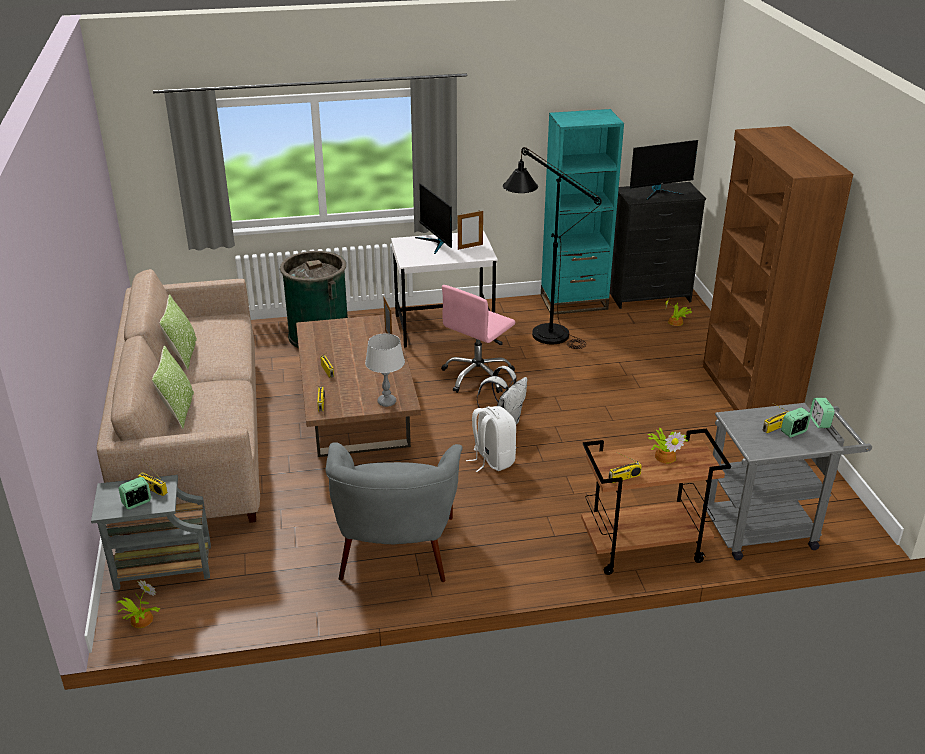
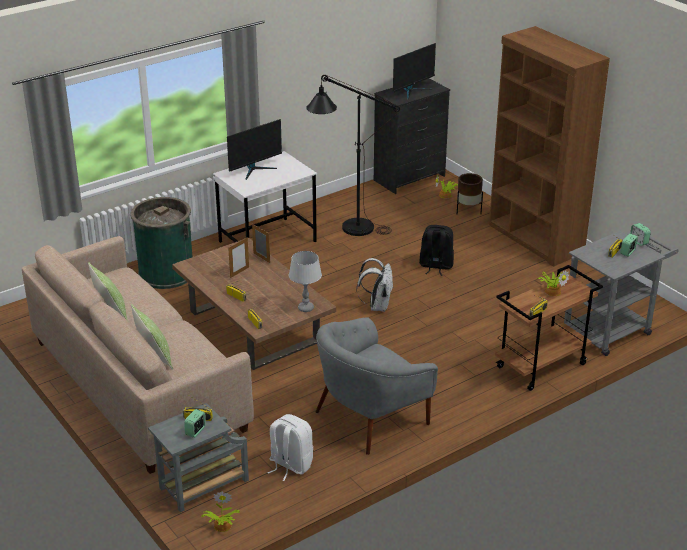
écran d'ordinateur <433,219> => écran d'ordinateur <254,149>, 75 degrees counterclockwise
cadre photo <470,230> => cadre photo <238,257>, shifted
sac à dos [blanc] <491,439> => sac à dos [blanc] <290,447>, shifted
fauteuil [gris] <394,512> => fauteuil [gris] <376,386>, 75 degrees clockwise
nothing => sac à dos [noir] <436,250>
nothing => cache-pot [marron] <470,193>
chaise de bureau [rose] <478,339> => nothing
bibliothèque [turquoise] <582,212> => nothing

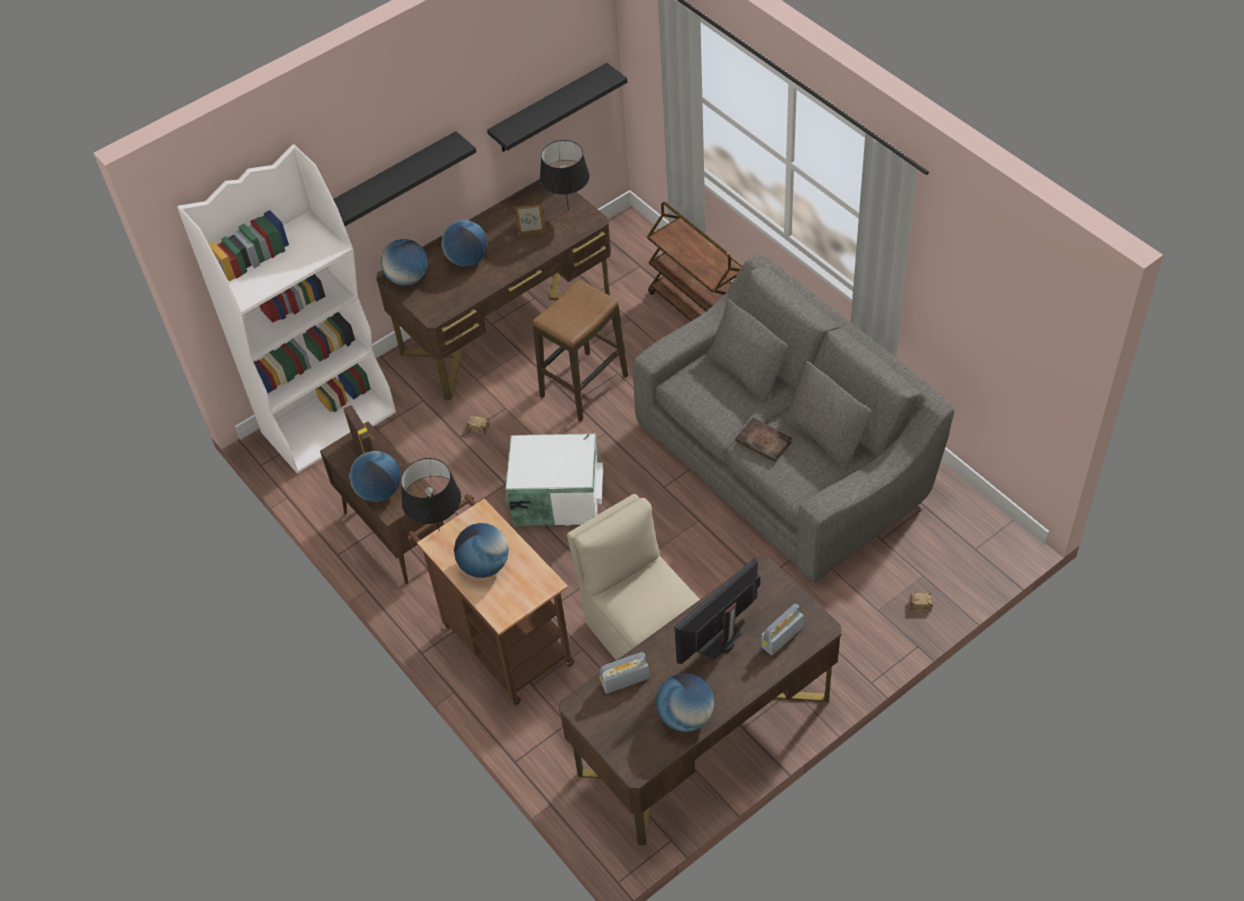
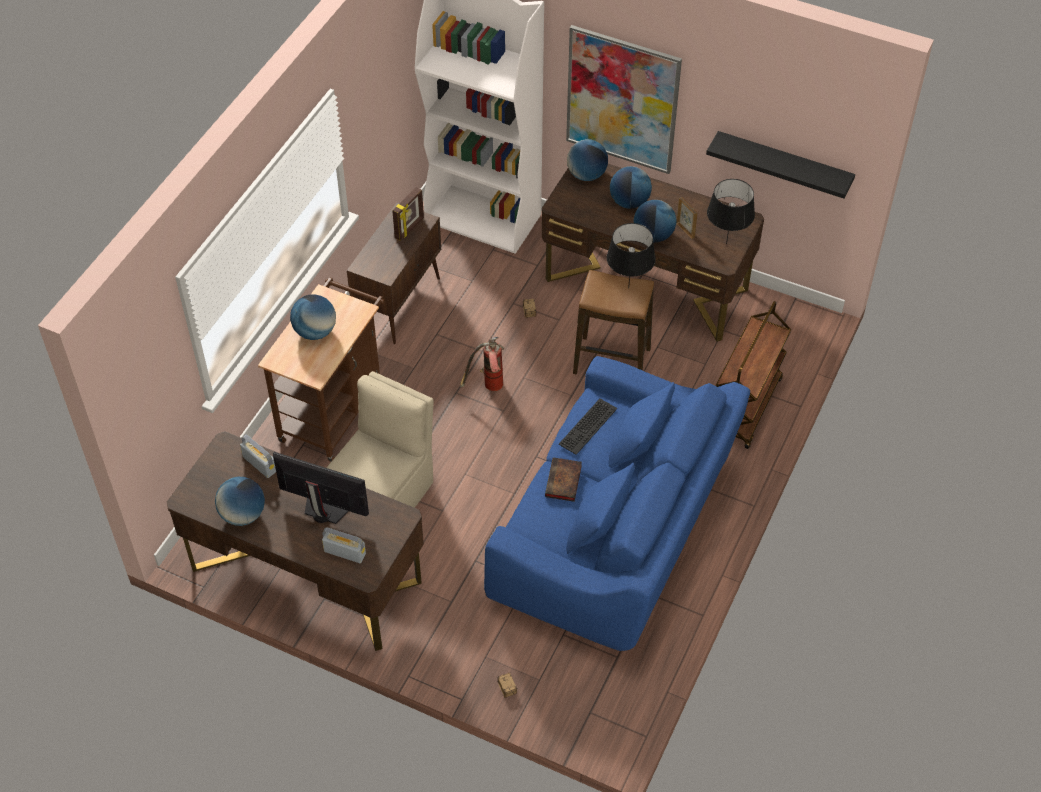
boîte de rangement [blanc] <554,480> => extincteur <482,364>
canapé [gris] <793,418> => canapé [bleu] <617,503>
nothing => clavier <588,427>
étagère [noir] <404,178> => tableau <624,99>
lampe de table [noir] <431,494> => lampe de table [noir] <631,255>, shifted
globe <375,476> => globe <655,221>, shifted

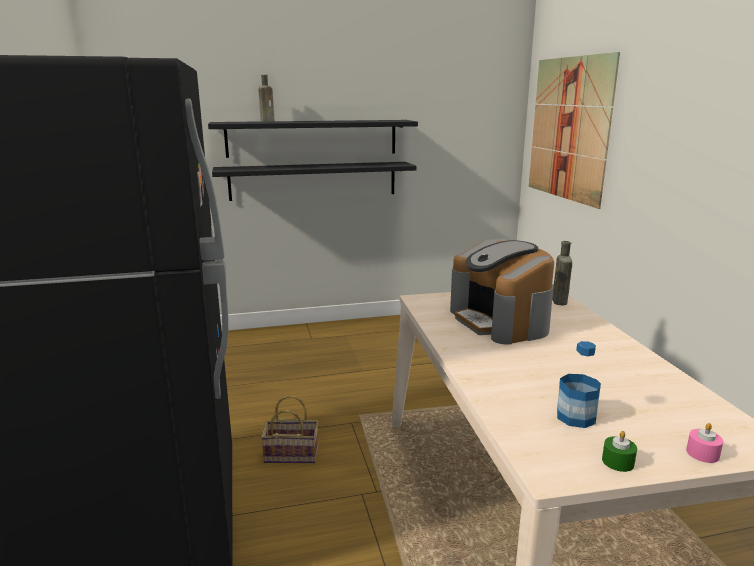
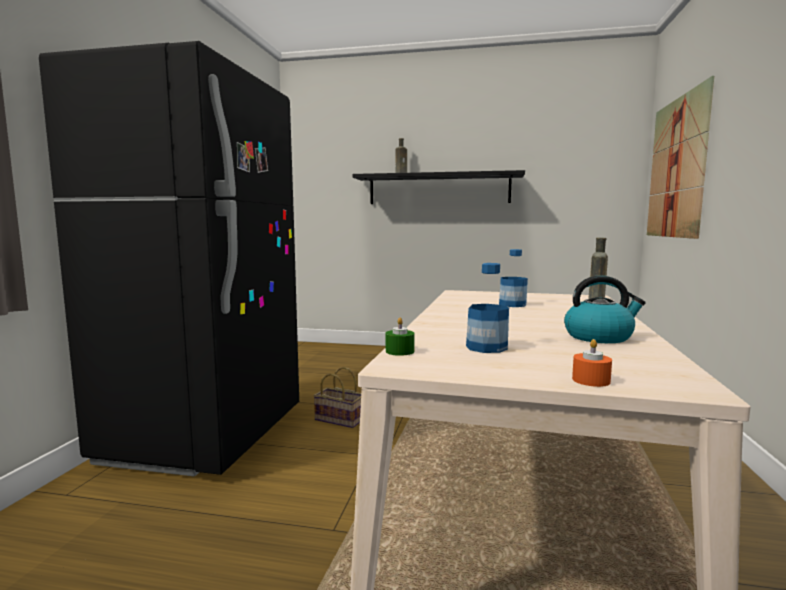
bougie [vert] <619,451> => bougie [vert] <400,337>, shifted
machine à café <502,291> => bouteille <513,278>
nothing => bouilloire <605,309>
bougie [rose] <704,443> => bougie [orange] <592,363>
étagère [noir] <314,181> => nothing

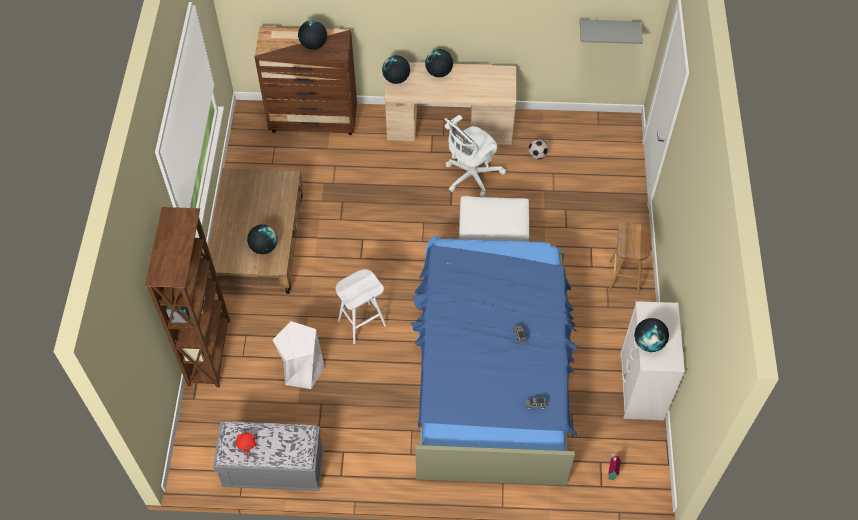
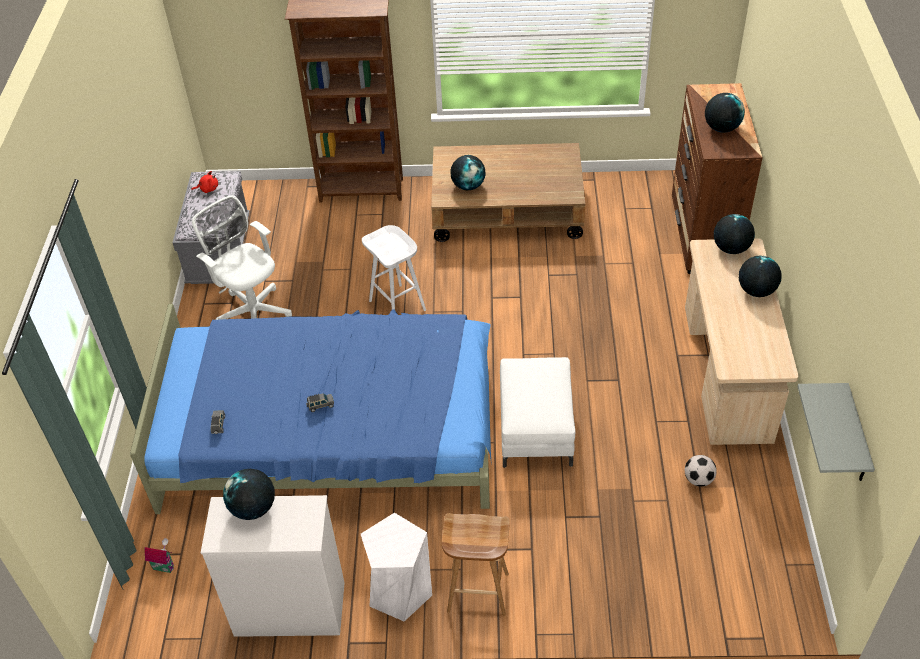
chaise de bureau [blanc] <475,156> => chaise de bureau [blanc] <242,257>, shifted
tabouret [blanc] <299,355> => tabouret [blanc] <396,567>, shifted

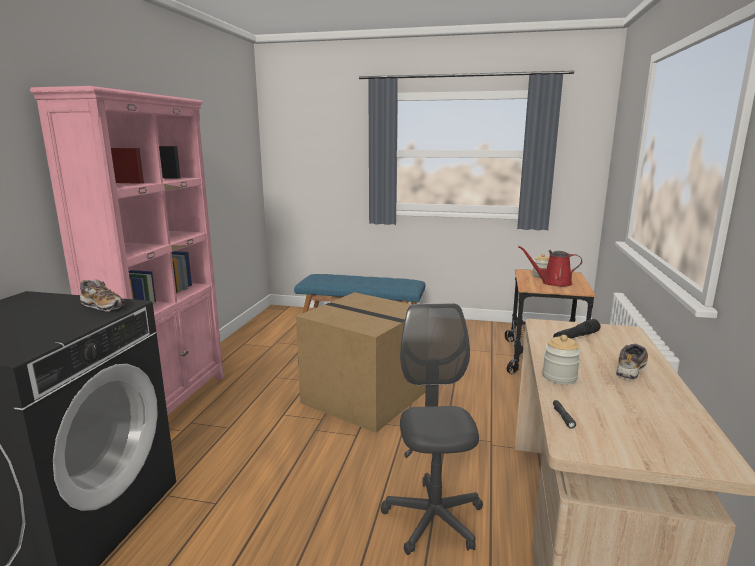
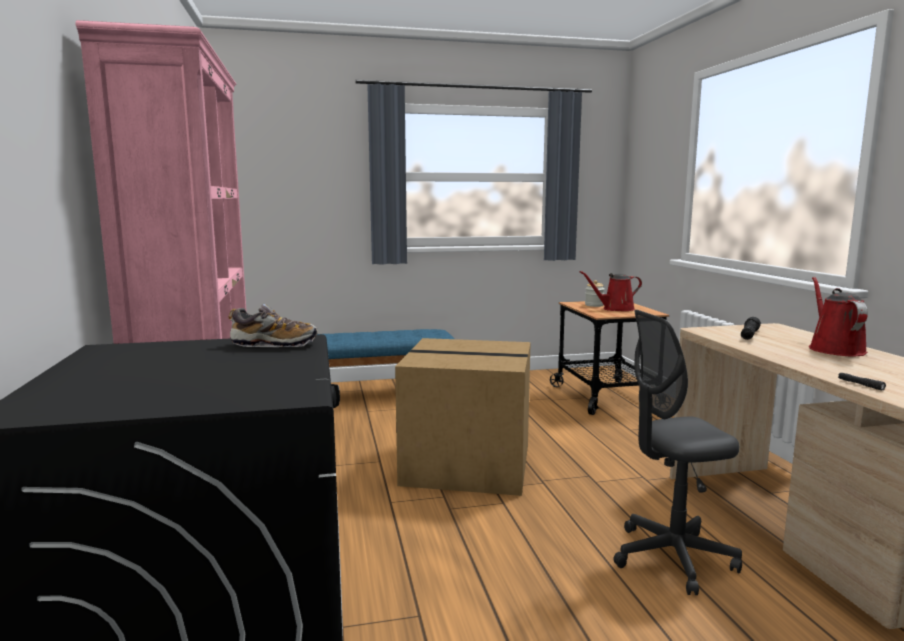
chaise de bureau [gris] <432,429> => chaise de bureau [gris] <677,452>, 75 degrees counterclockwise
chaussure <632,362> => arrosoir [rouge] <838,317>
bocal <561,359> => nothing

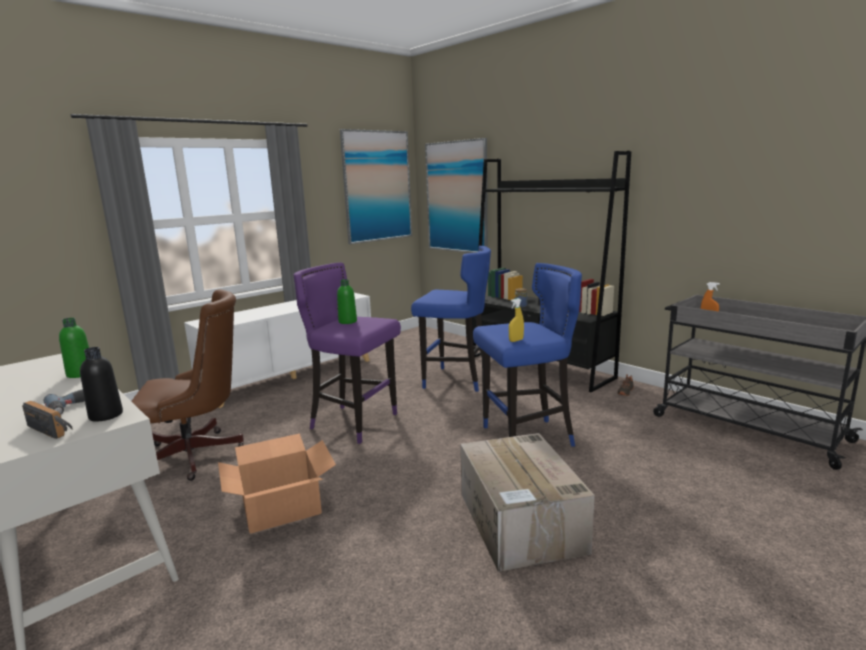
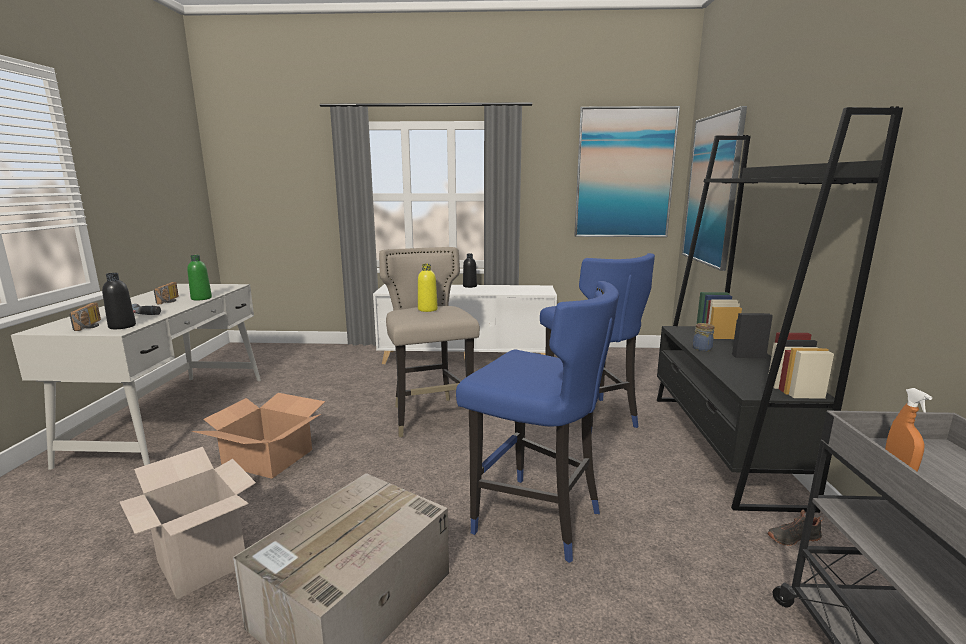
nothing => carton <188,523>
nothing => radio <166,293>
tabouret [violet] <347,353> => tabouret [beige] <429,342>
bouteille [vert] <347,301> => bouteille [jaune] <428,288>
nothing => bouteille [noir] <470,271>
chaise de bureau [marron] <187,385> => nothing
vaporisateur [jaune] <516,320> => nothing

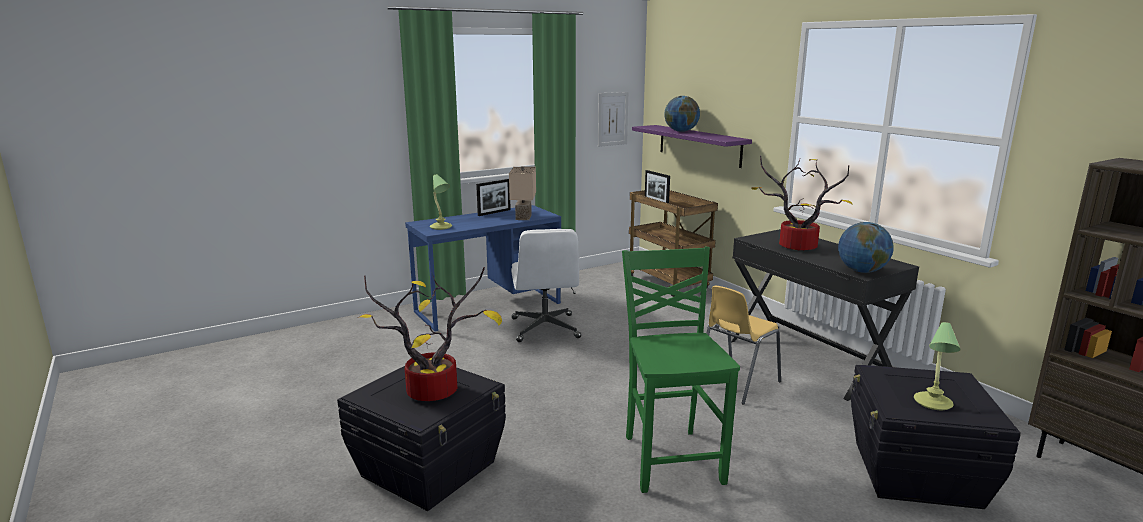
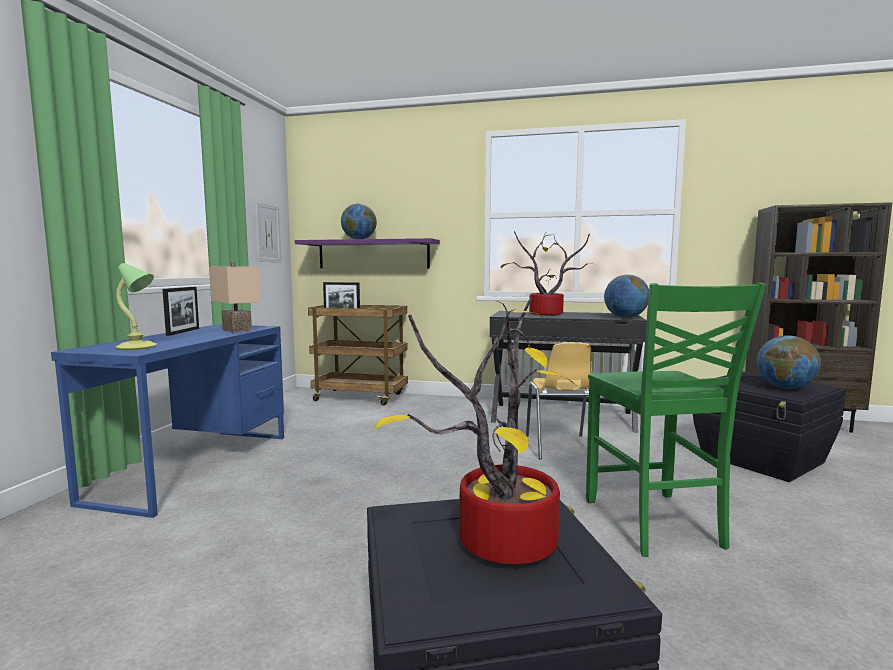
chaise [vert] <681,370> => chaise [vert] <676,419>, 135 degrees counterclockwise
lampe de table <937,366> => globe <789,362>
chaise de bureau [blanc] <546,285> => nothing

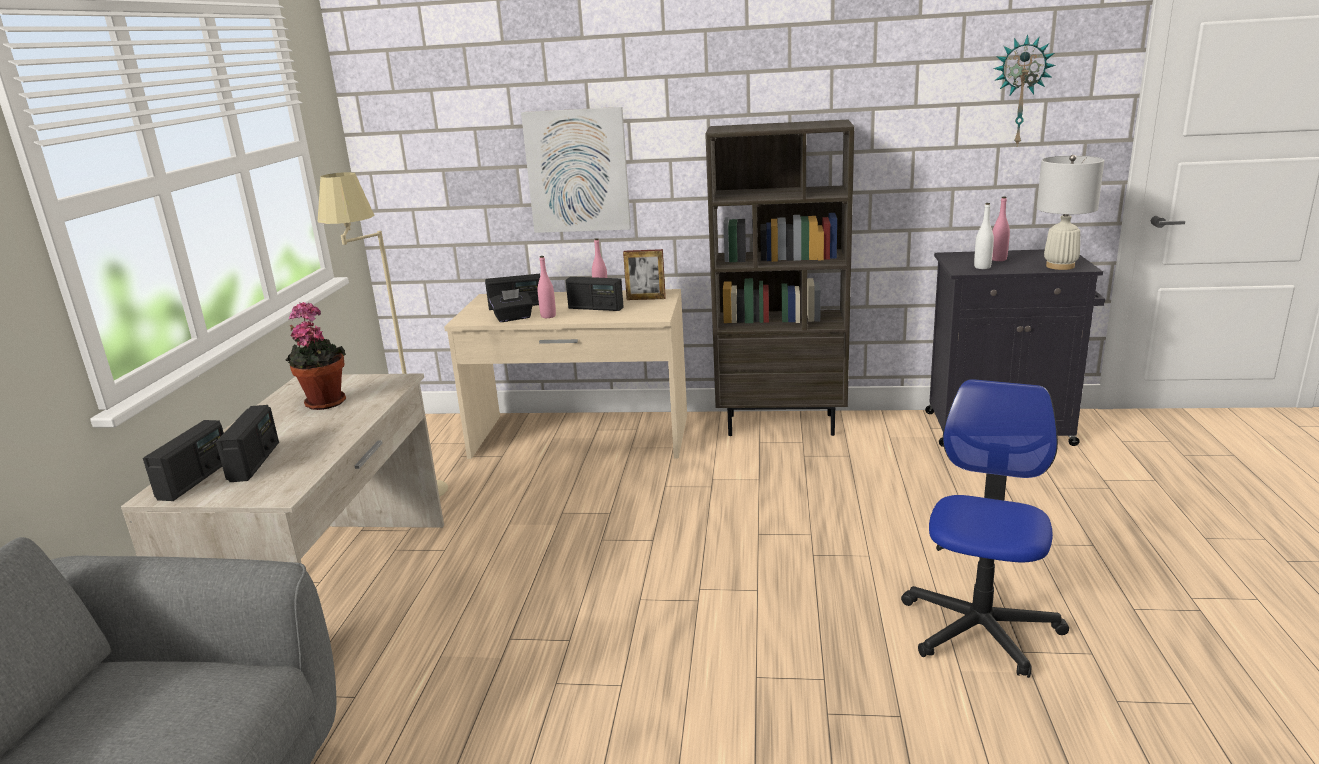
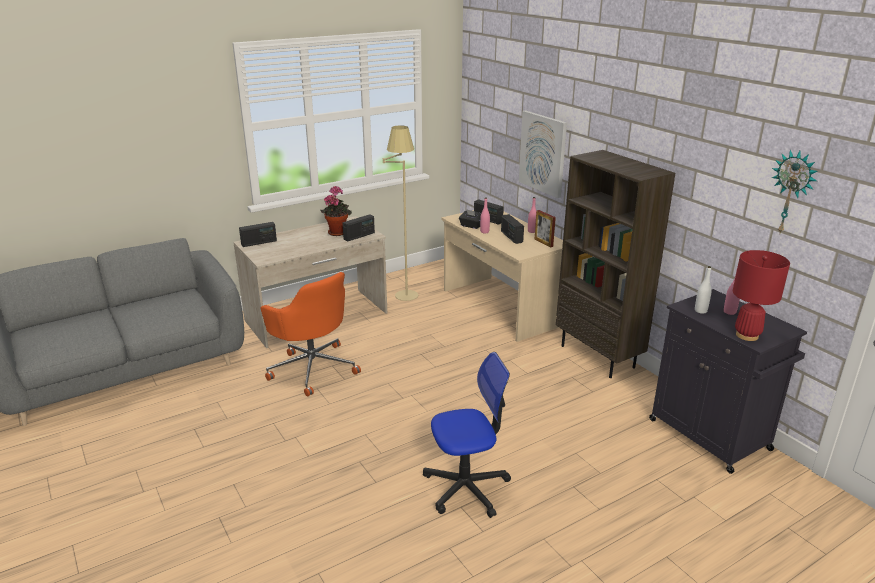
nothing => chaise de bureau [orange] <310,334>
radio <247,443> => radio <358,227>, shifted
lampe de table [blanc] <1070,212> => lampe de table [rouge] <761,295>

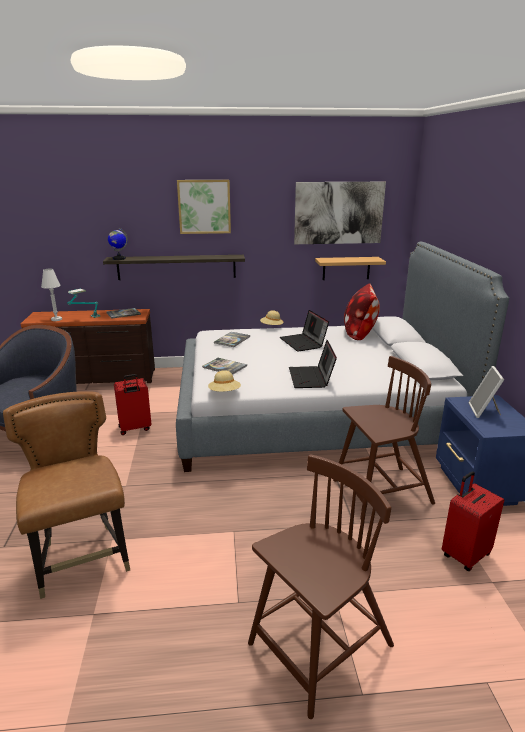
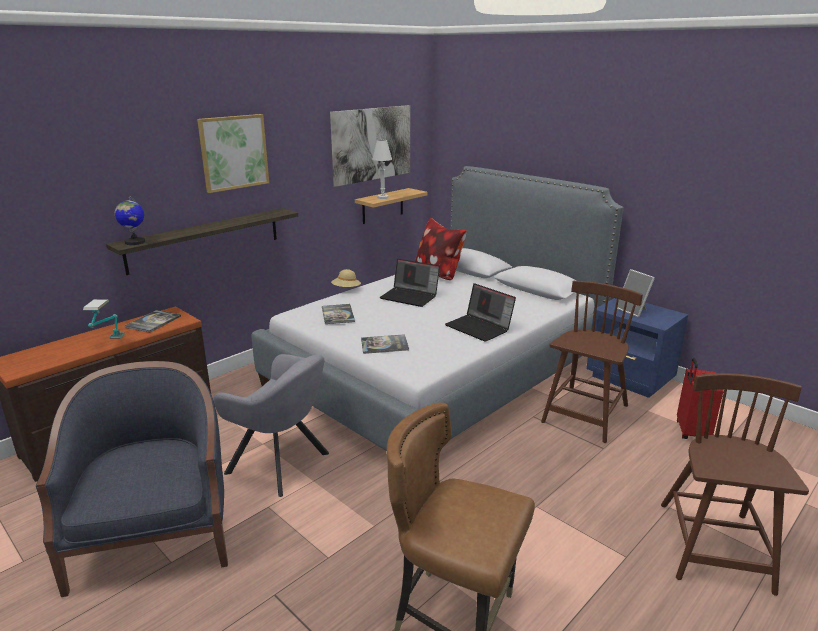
valise [rouge] <132,404> => fauteuil [gris] <271,425>
lampe de table [blanc] <51,295> => lampe de table [blanc] <382,169>, shifted
chapeau [beige] <224,381> => nothing

